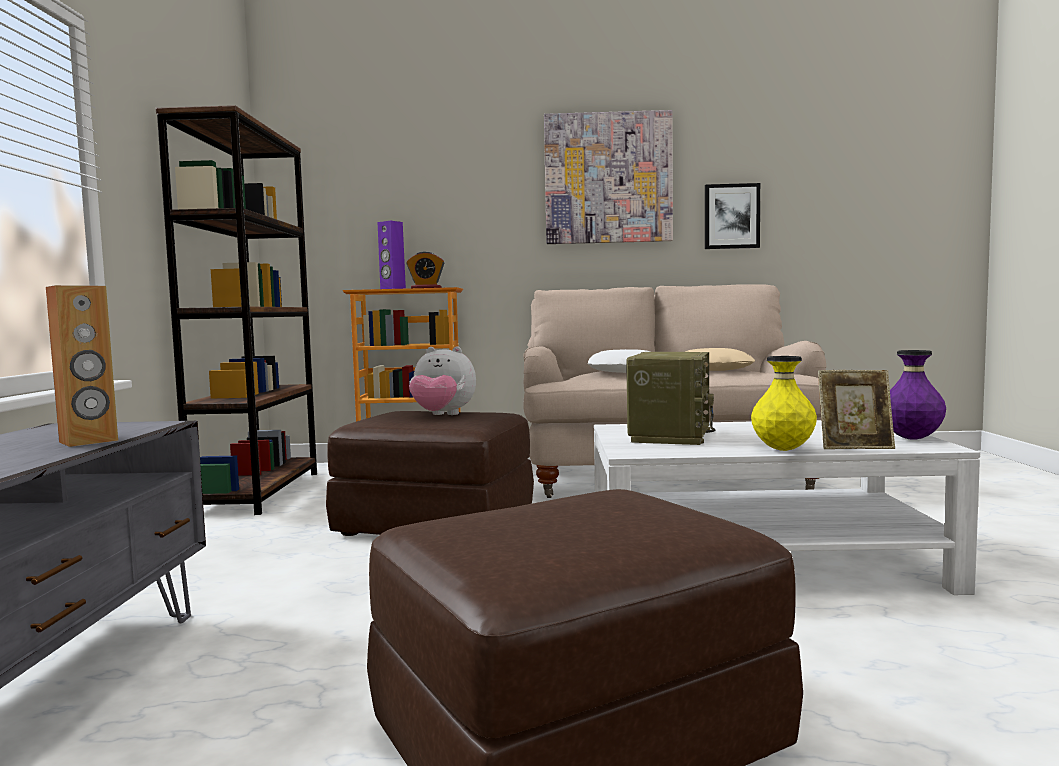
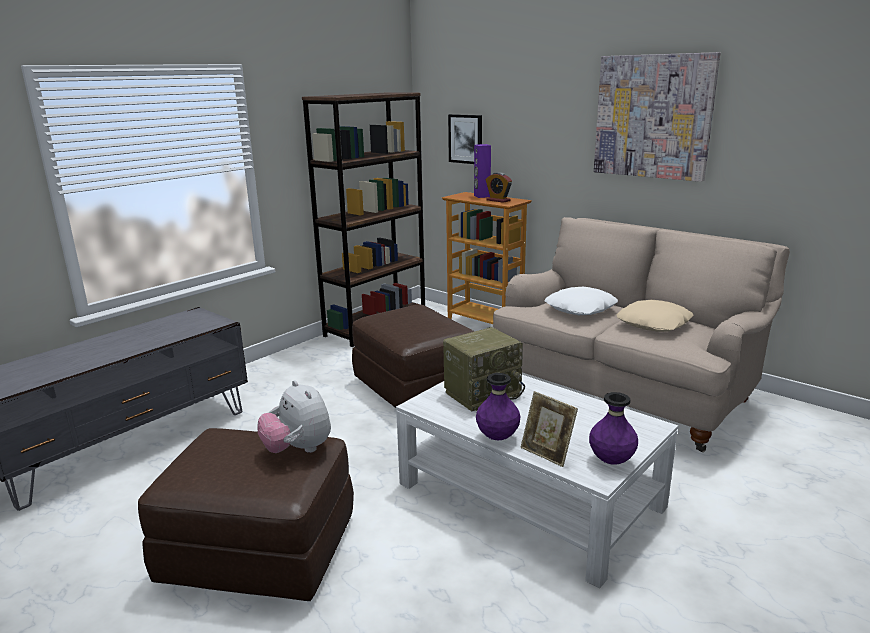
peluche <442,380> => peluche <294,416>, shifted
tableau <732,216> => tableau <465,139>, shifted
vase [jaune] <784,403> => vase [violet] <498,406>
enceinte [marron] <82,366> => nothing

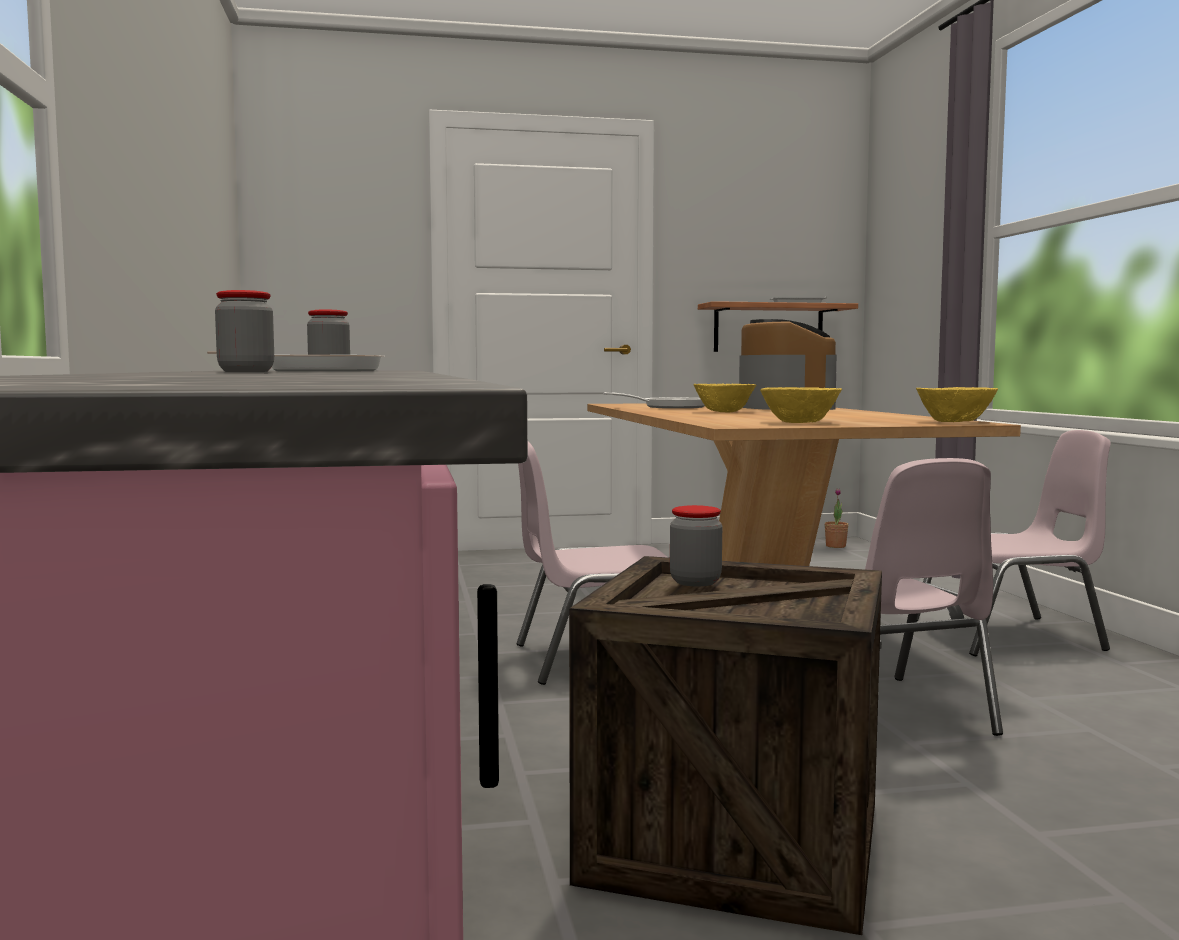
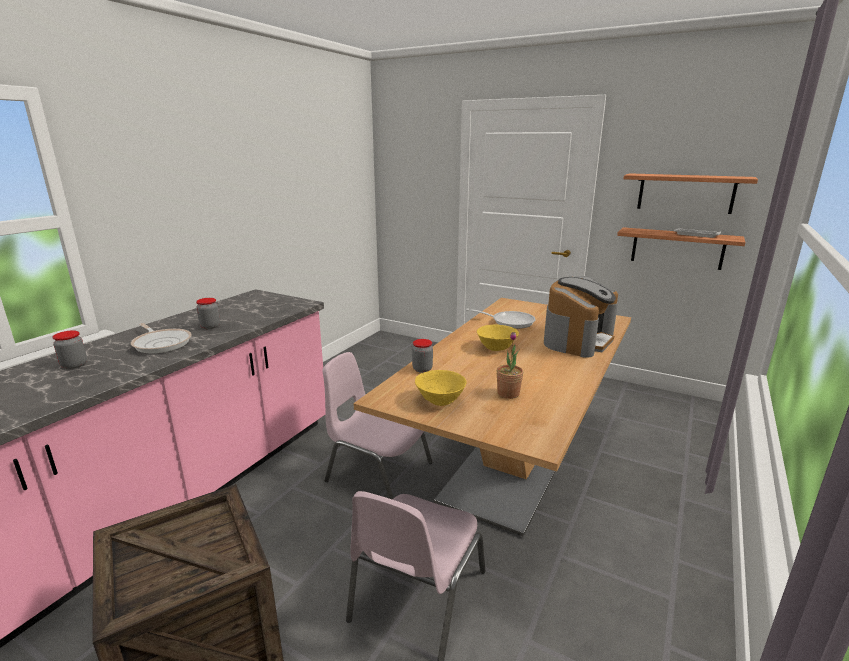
bocal <696,545> => bocal <422,356>, shifted
plante en pot <836,518> => plante en pot <510,365>, shifted
nothing => étagère <690,193>
bol [jaune] <957,404> => nothing
chaise [rose] <1014,543> => nothing

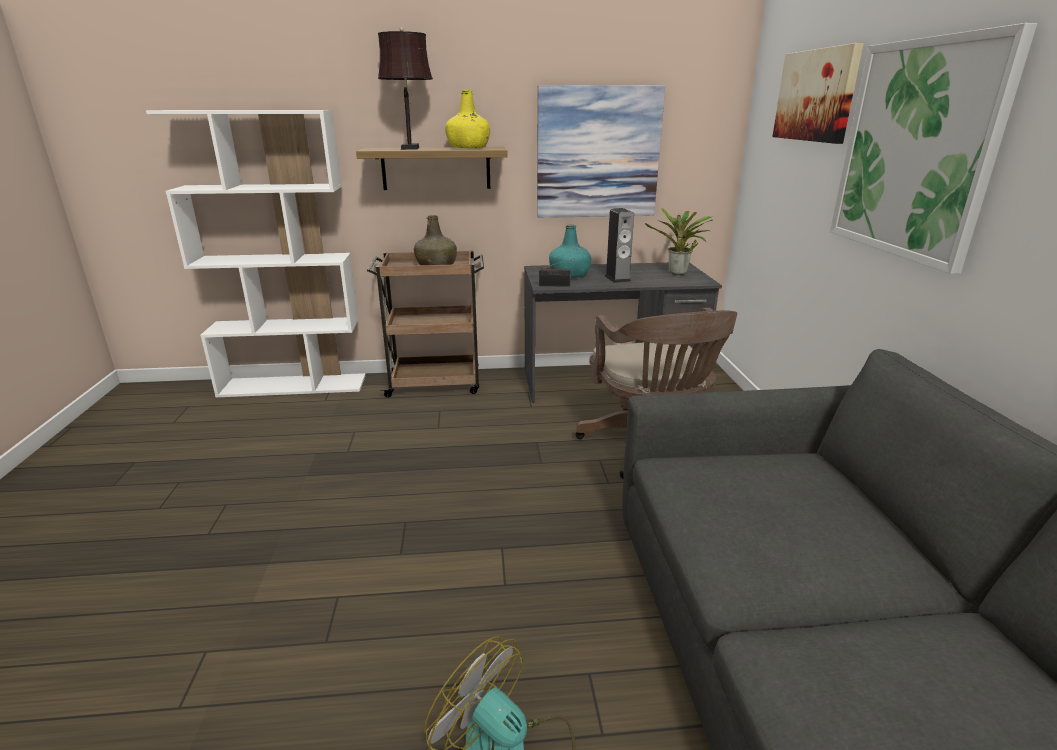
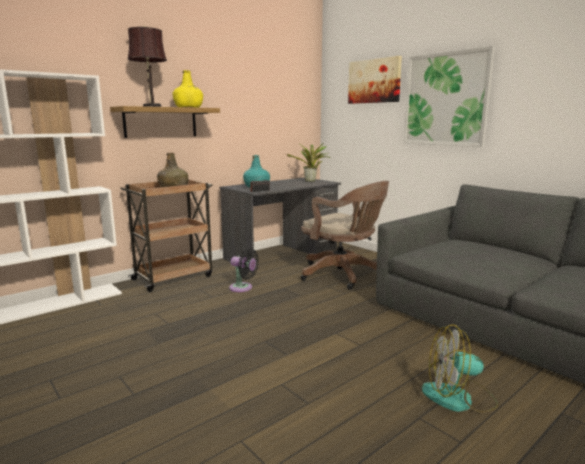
nothing => ventilateur [noir] <244,270>
tableau <601,151> => nothing
enceinte <619,245> => nothing

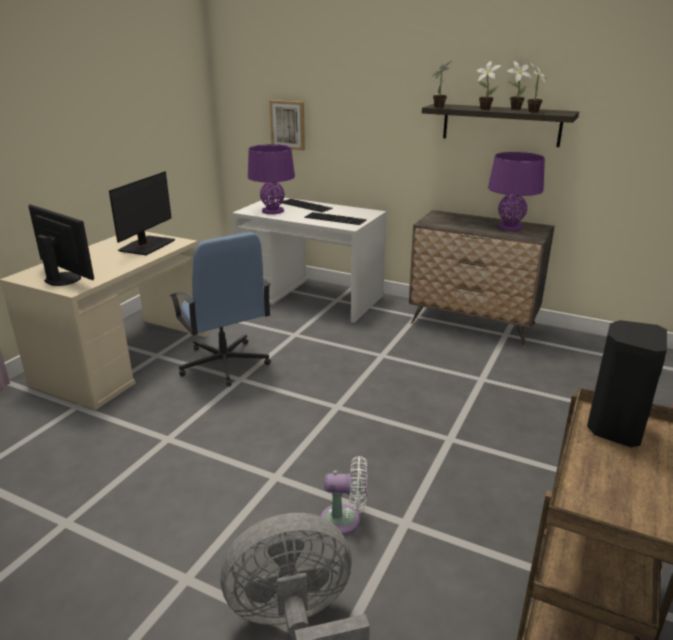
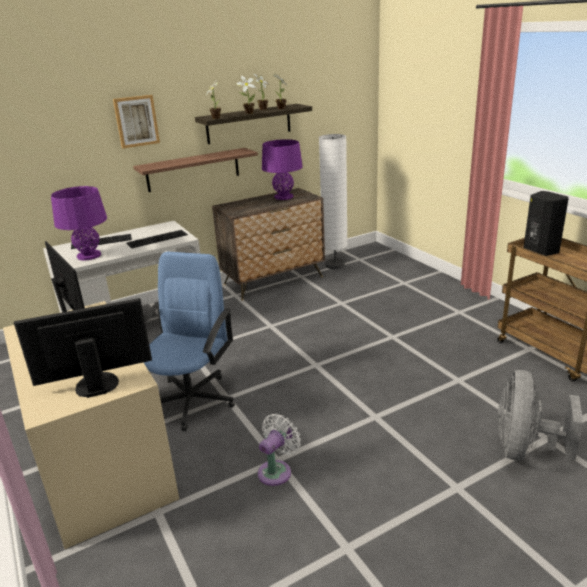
tableau <287,125> => tableau <136,121>, shifted
nothing => étagère <195,170>
chaise de bureau [bleu] <220,309> => chaise de bureau [bleu] <189,341>, 75 degrees counterclockwise
ventilateur [blanc] <344,495> => ventilateur [blanc] <279,450>, shifted
nothing => lampadaire [blanc] <333,201>

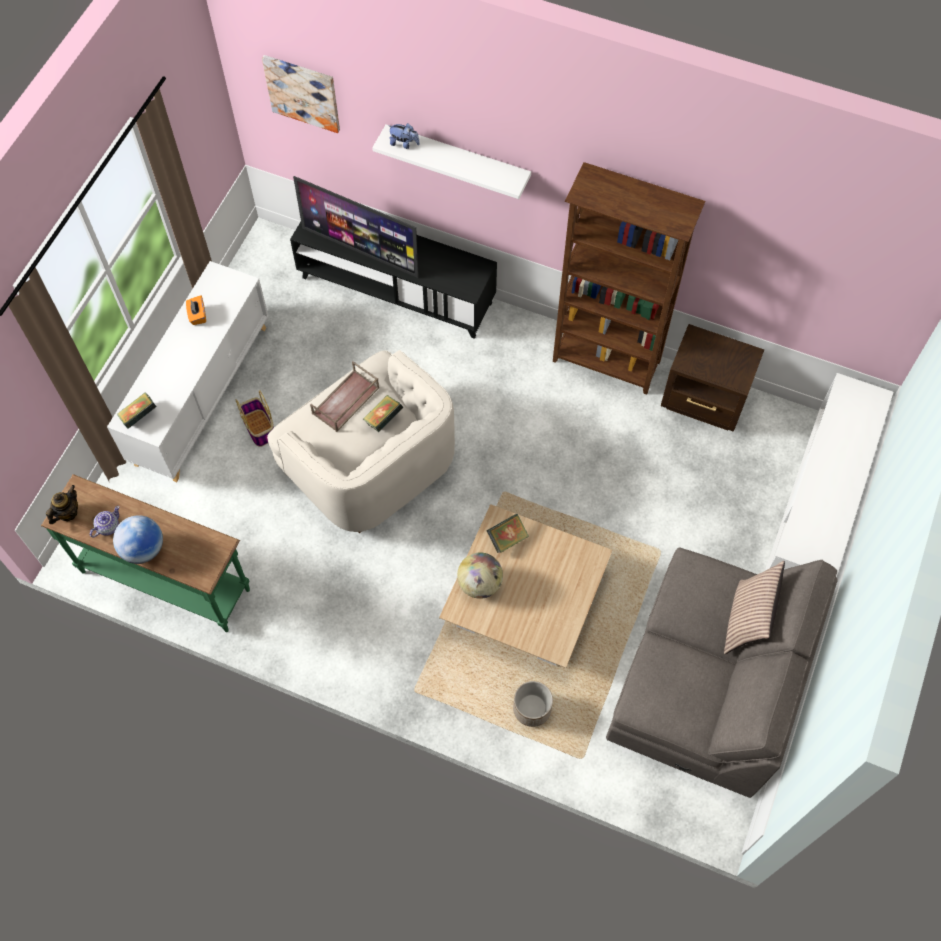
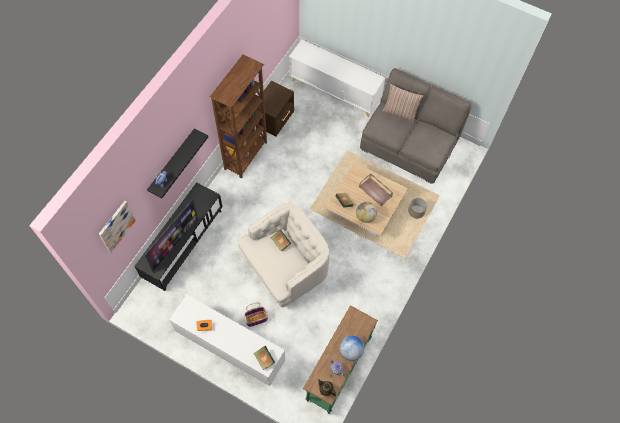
étagère [blanc] <451,161> => étagère [noir] <177,163>
plateau [marron] <344,396> => plateau [marron] <376,189>, shifted

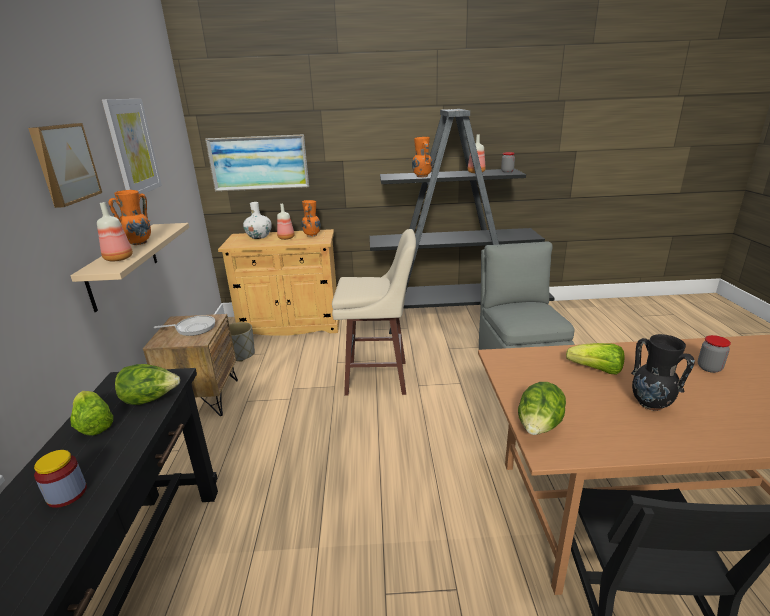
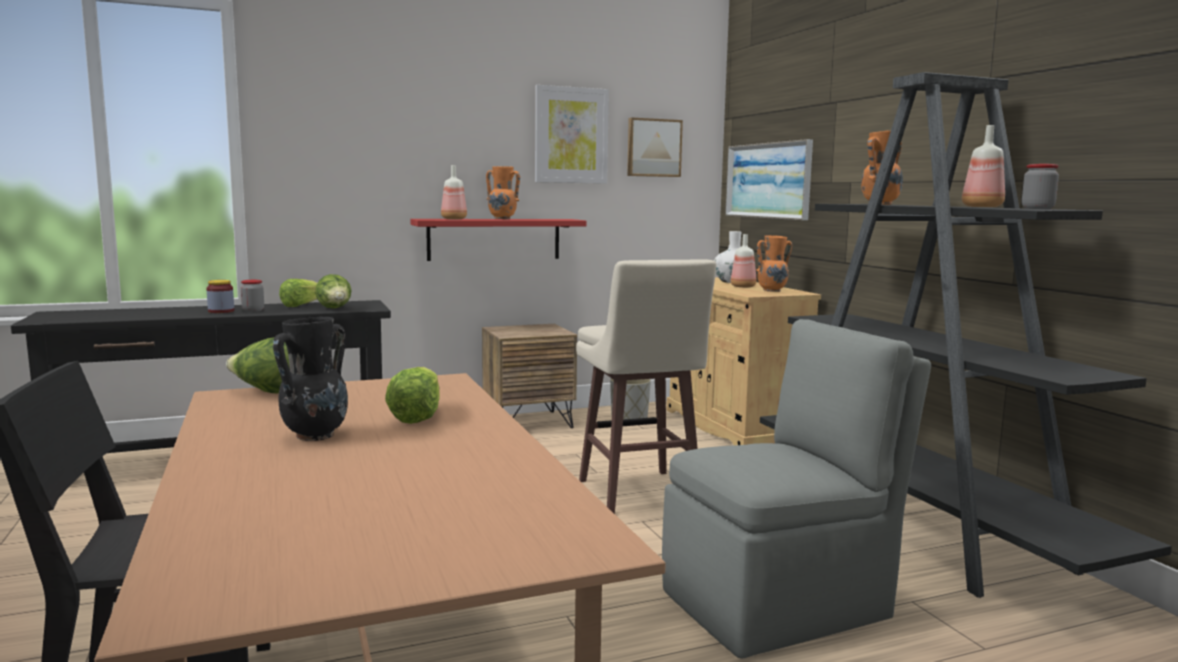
bocal <714,354> => bocal <252,296>, shifted
étagère [beige] <129,267> => étagère [rouge] <498,240>
tableau <65,165> => tableau <655,147>, shifted
poêle <184,325> => nothing

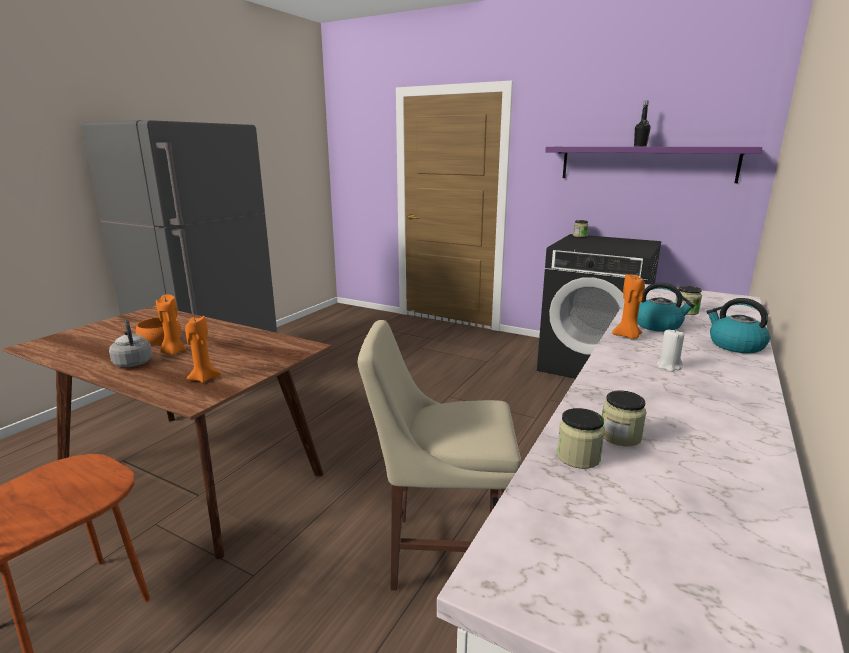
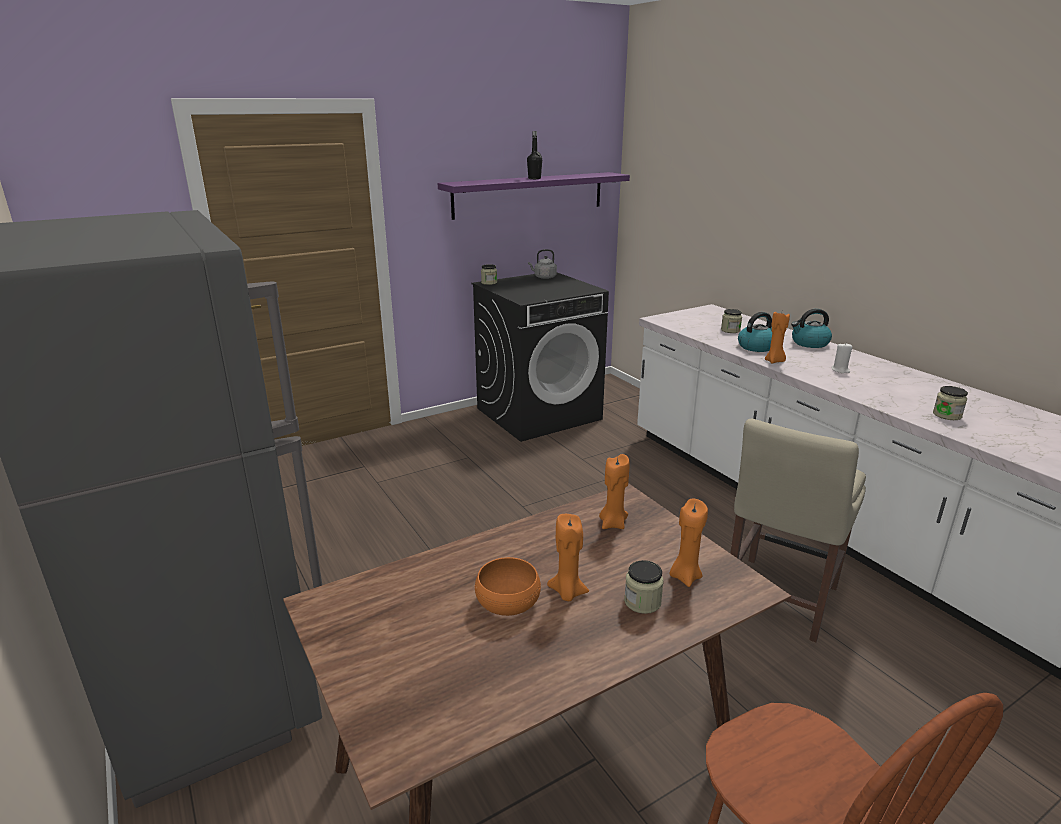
bouilloire [gris] <130,343> => bouilloire [gris] <542,264>, shifted
nothing => bougie [orange] <614,491>
bocal <581,438> => bocal <644,587>, shifted

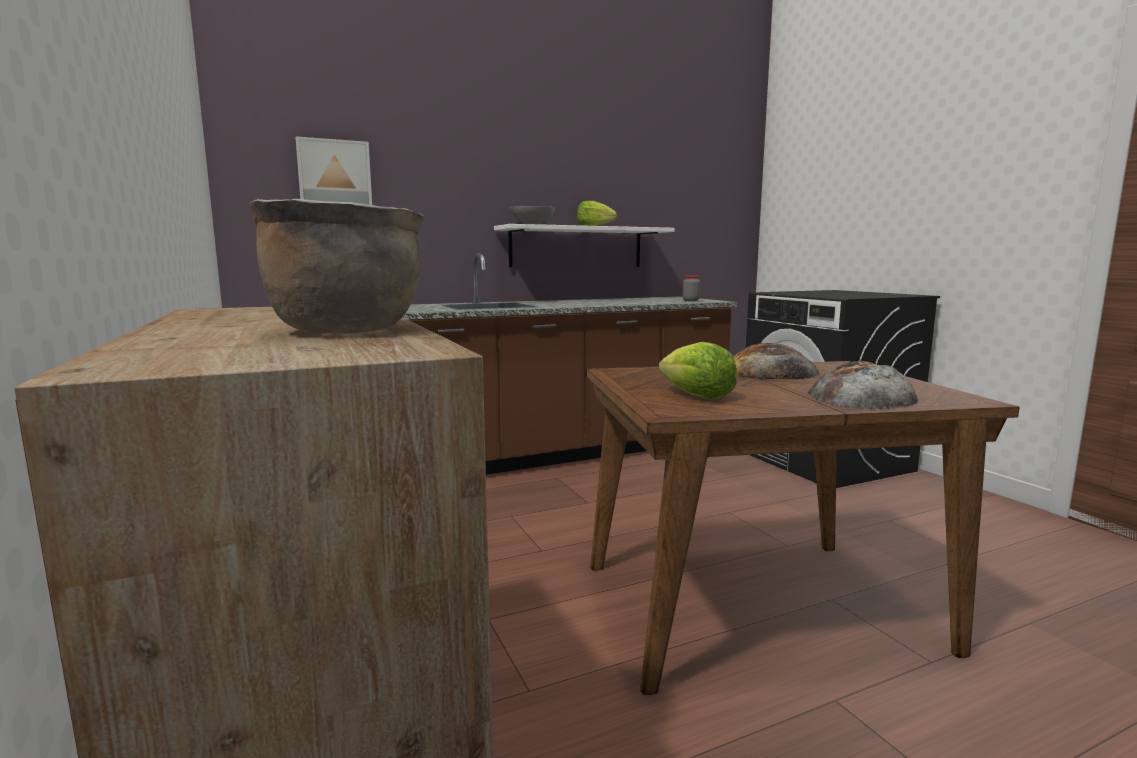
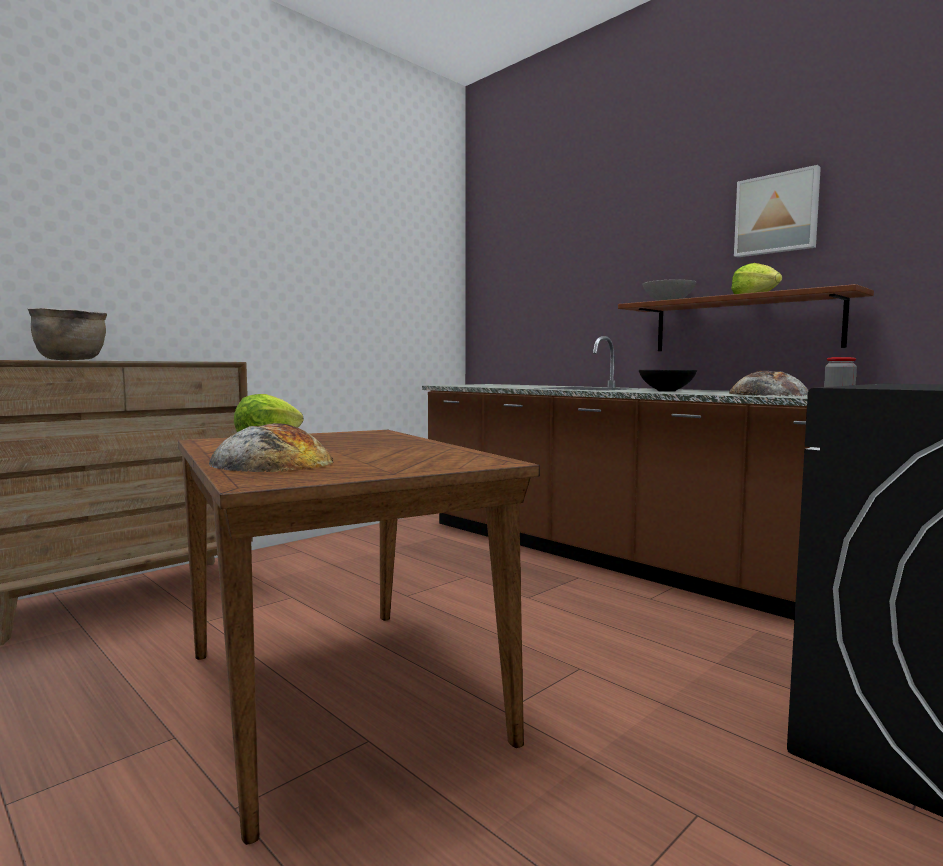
étagère [blanc] <584,245> => étagère [marron] <746,317>
nothing => bol [noir] <668,381>
pain <776,361> => pain <769,383>, shifted
tableau <334,170> => tableau <777,211>, shifted

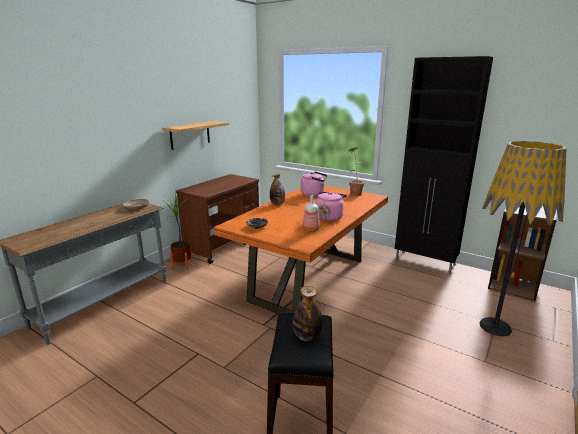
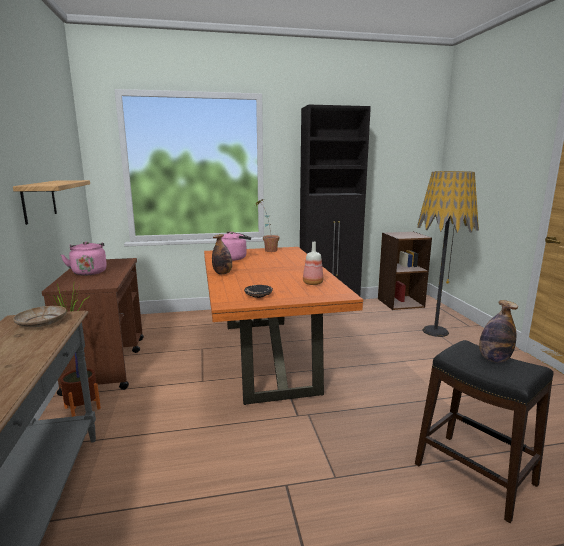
bouilloire [rose] <330,206> => bouilloire [rose] <84,258>, shifted

